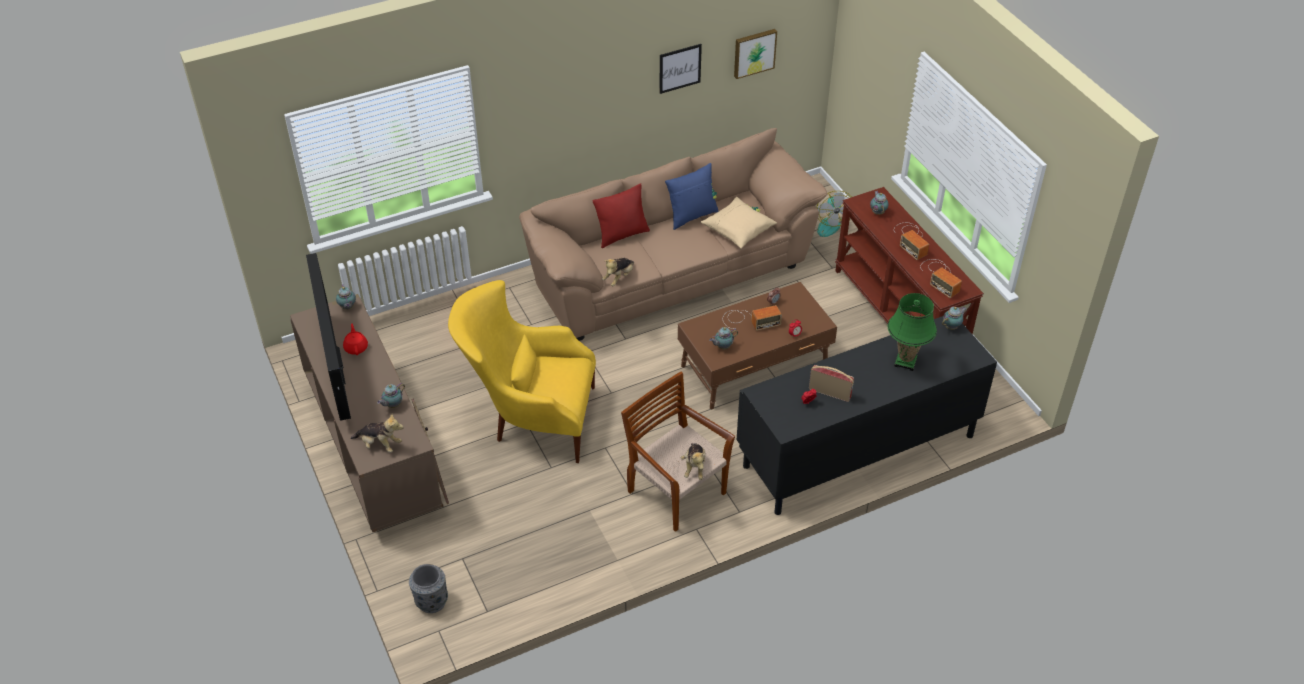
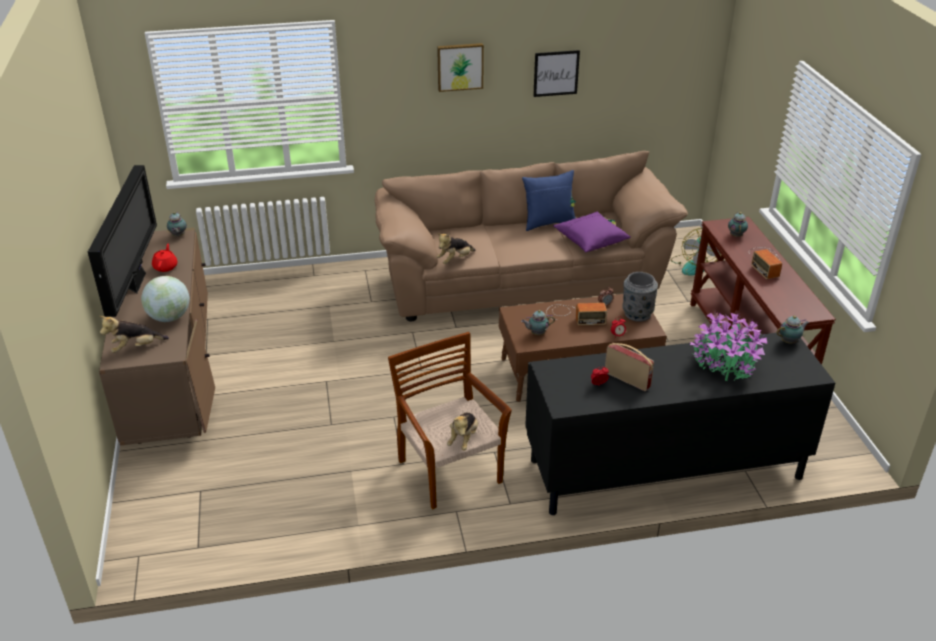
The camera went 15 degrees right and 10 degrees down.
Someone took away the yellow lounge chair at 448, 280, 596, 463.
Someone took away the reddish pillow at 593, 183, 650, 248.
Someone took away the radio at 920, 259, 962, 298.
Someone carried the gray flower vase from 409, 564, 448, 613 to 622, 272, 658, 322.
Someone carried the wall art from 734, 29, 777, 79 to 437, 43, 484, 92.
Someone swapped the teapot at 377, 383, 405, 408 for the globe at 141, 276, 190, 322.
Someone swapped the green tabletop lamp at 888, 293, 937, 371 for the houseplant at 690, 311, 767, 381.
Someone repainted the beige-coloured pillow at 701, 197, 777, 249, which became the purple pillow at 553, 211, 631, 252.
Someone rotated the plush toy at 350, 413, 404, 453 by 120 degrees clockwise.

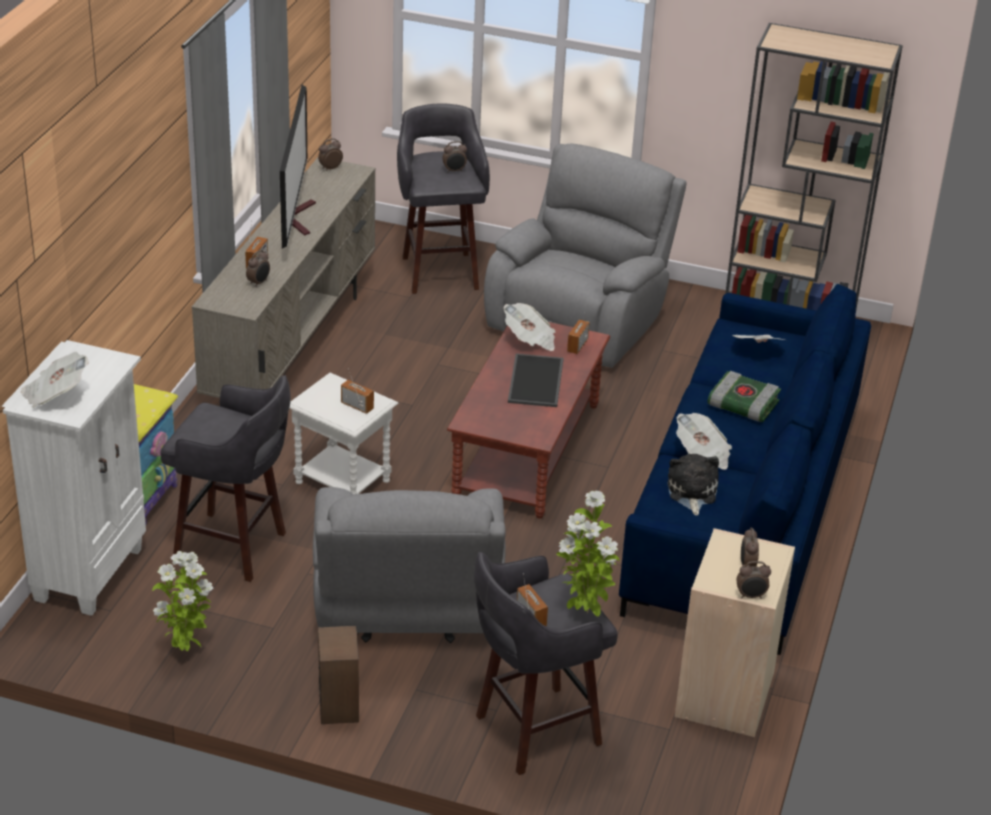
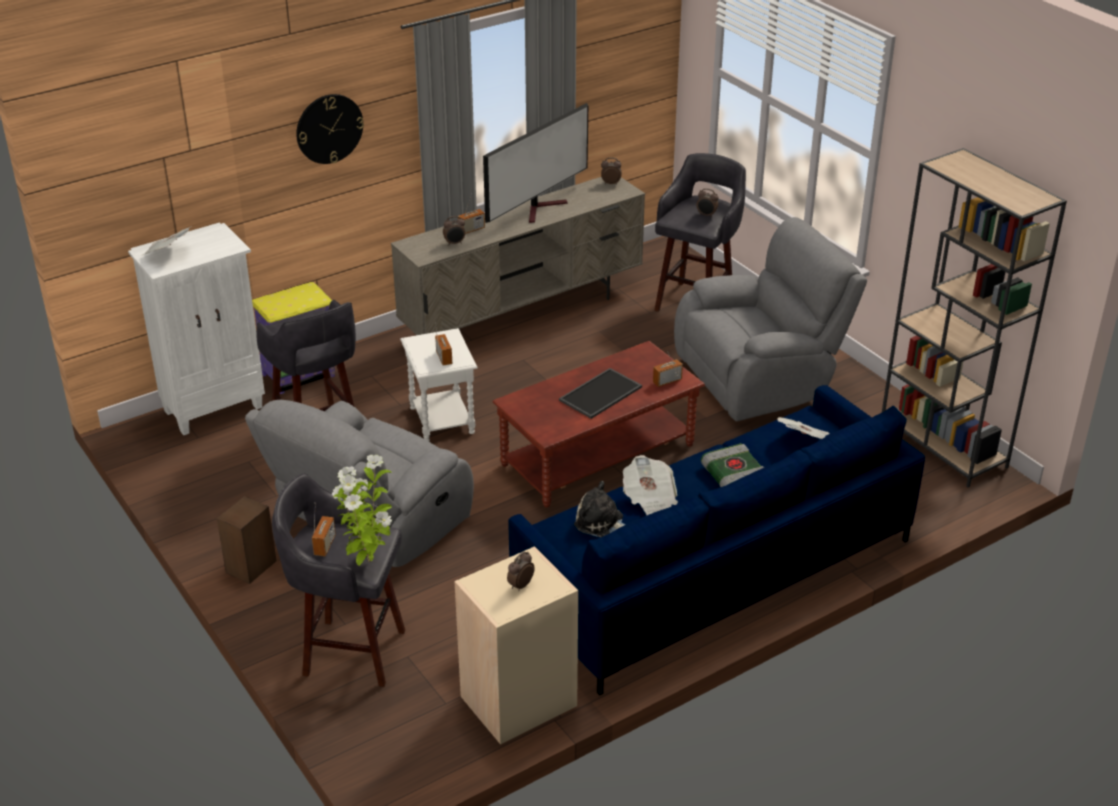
The camera went 40 degrees right and 0 degrees up.
Someone took away the houseplant at 152, 551, 214, 651.
Someone took away the printed paper at 504, 303, 555, 351.
Someone took away the bedside clock at 736, 561, 771, 599.
Someone put up the hanging clock at 296, 94, 364, 164.
Someone rotated the plush toy at 667, 454, 719, 516 by 105 degrees counterclockwise.

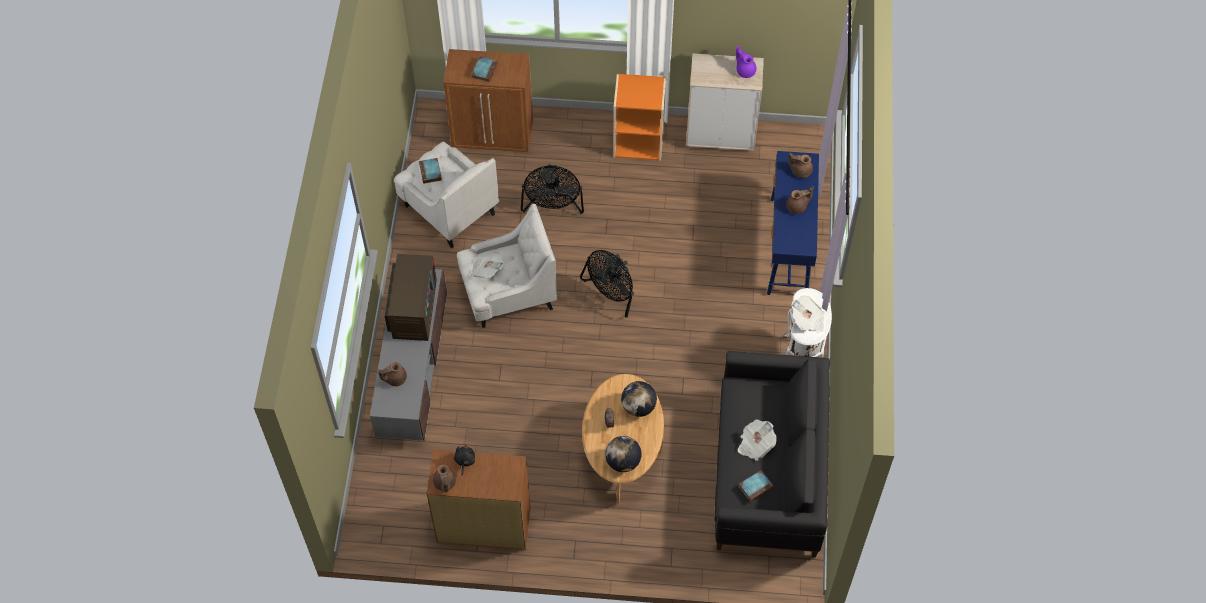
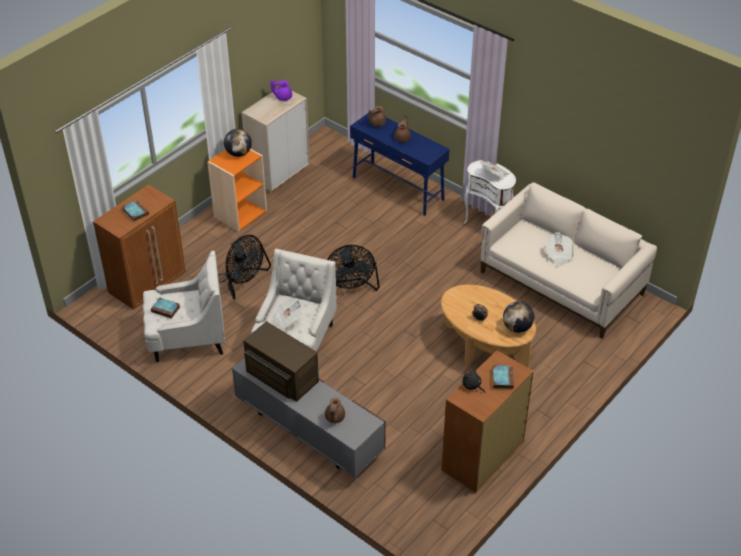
The camera went 55 degrees left and 15 degrees down.
Someone took away the brown-coloured teapot at 433, 464, 456, 492.
Someone carried the globe from 621, 381, 657, 417 to 224, 129, 252, 157.
Someone carried the volume from 739, 470, 774, 502 to 492, 365, 514, 389.
Someone repainted the black sofa at 715, 351, 830, 558, which became the beige-coloured sofa at 481, 182, 657, 338.

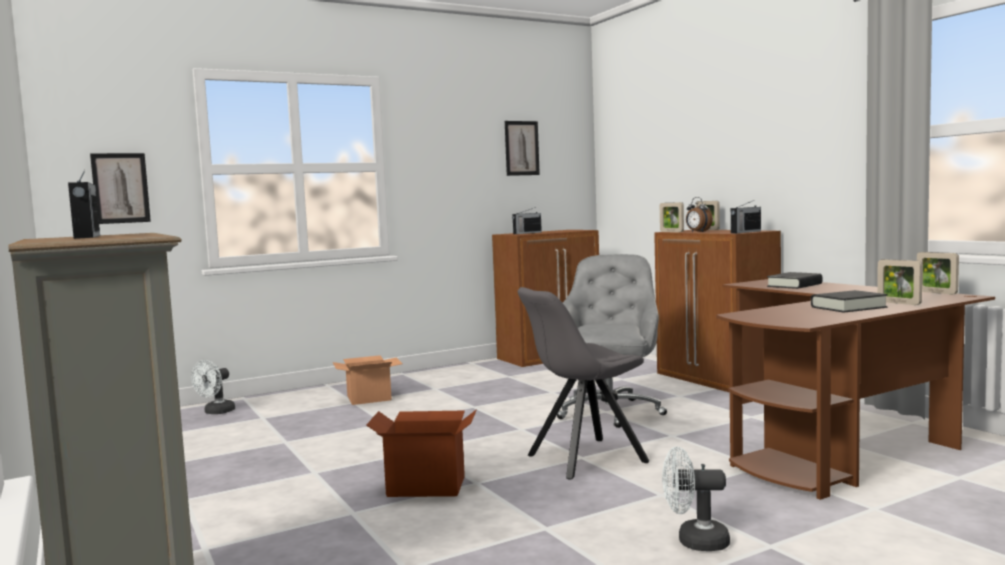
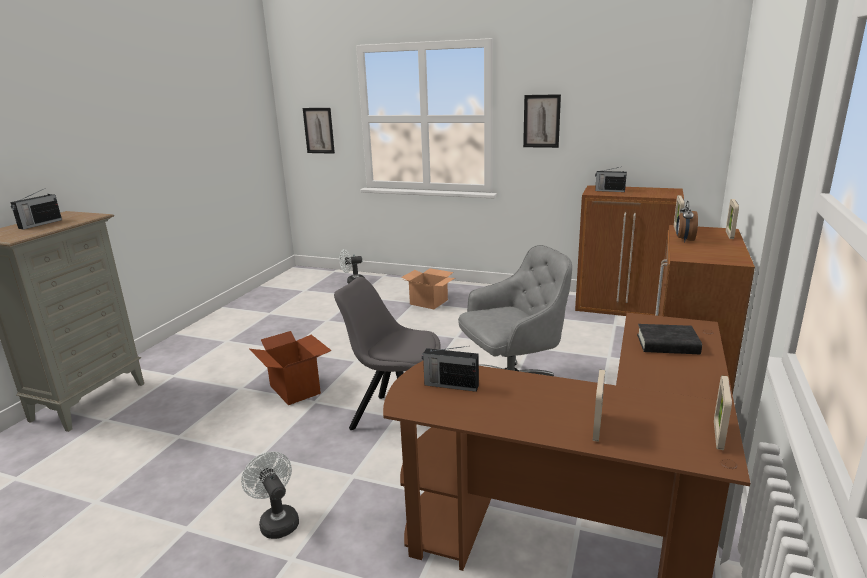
The camera went 50 degrees right and 15 degrees up.
Someone took away the black volume at 811, 290, 888, 313.
Someone carried the wall art from 505, 121, 540, 176 to 523, 94, 561, 148.
Someone carried the radio from 731, 200, 761, 233 to 422, 346, 479, 392.

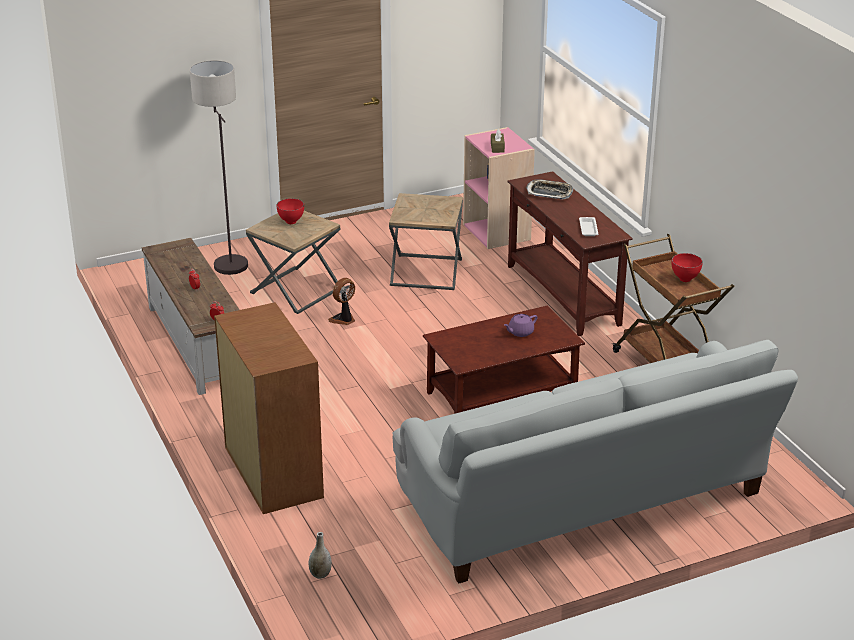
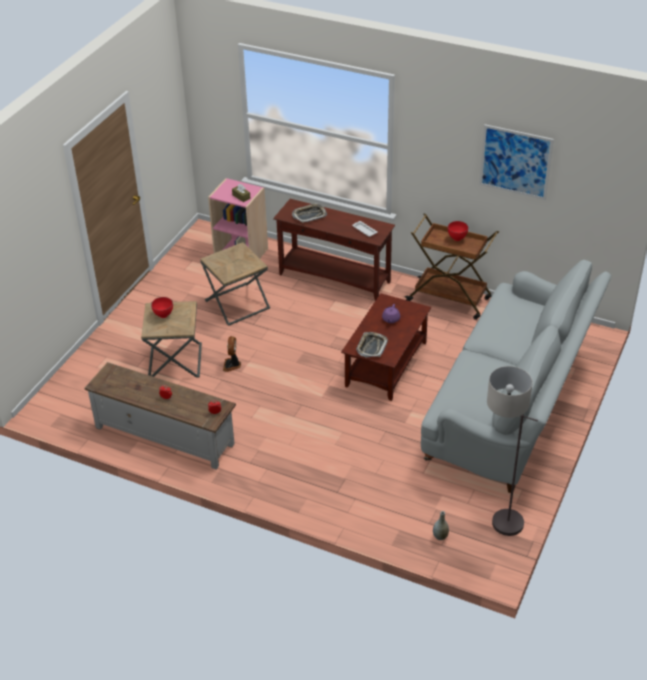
The camera went 40 degrees left and 10 degrees up.
Someone took away the brown-coloured storage cabinet at 214, 302, 324, 514.
Someone put down the tray at 356, 332, 388, 358.
Someone put up the wall art at 479, 124, 554, 200.
Someone carried the gray floor lamp from 190, 60, 248, 275 to 487, 366, 538, 536.

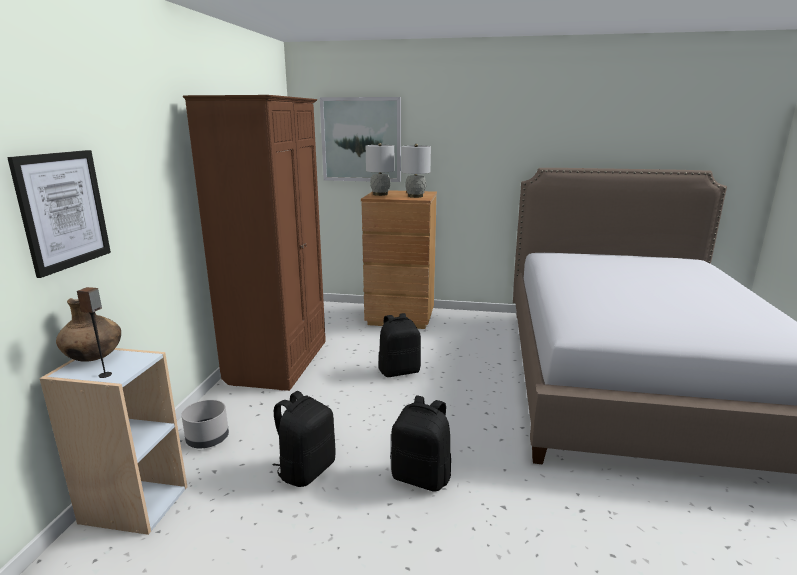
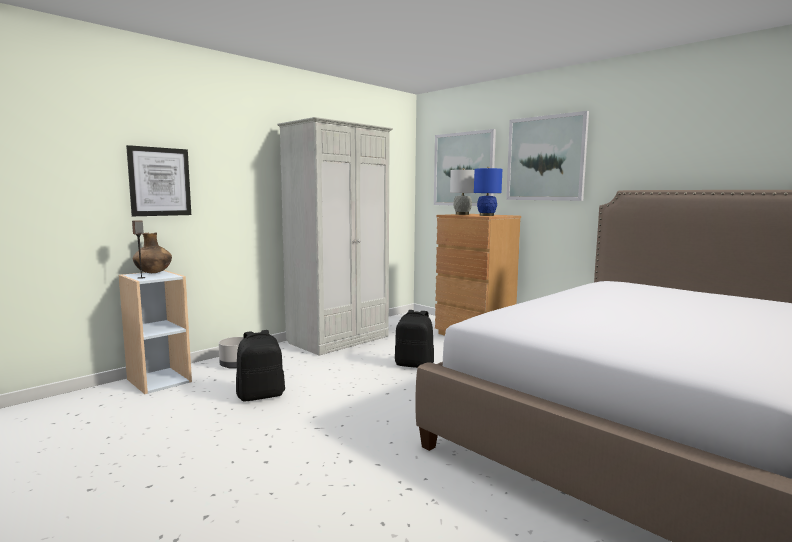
The camera went 35 degrees right and 10 degrees down.
Someone took away the black backpack at 390, 396, 451, 492.
Someone put up the wall art at 506, 111, 589, 201.
Someone repainted the brown-coloured clothes cupboard at 183, 95, 326, 391, which became the white clothes cupboard at 277, 117, 393, 356.
Someone repainted the white tabletop lamp at 401, 144, 431, 198, which became the blue tabletop lamp at 474, 167, 502, 216.

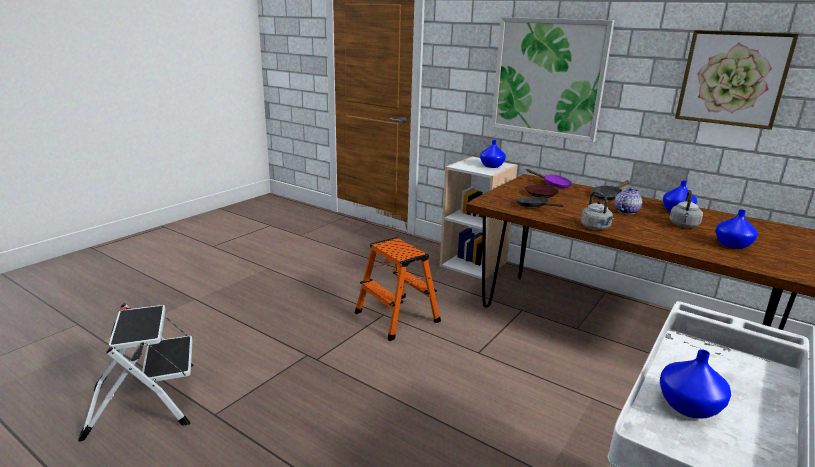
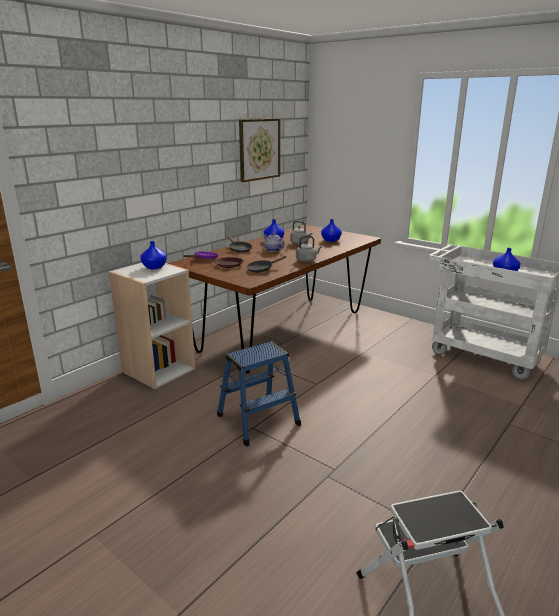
The camera went 85 degrees left and 0 degrees up.
Someone took away the wall art at 491, 17, 615, 142.
Someone repainted the orange-coloured step ladder at 355, 237, 441, 341, which became the blue step ladder at 217, 341, 301, 447.

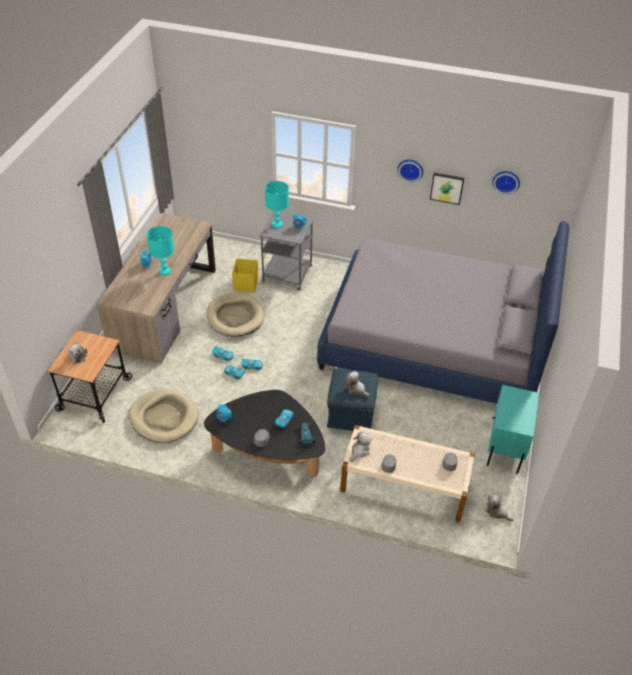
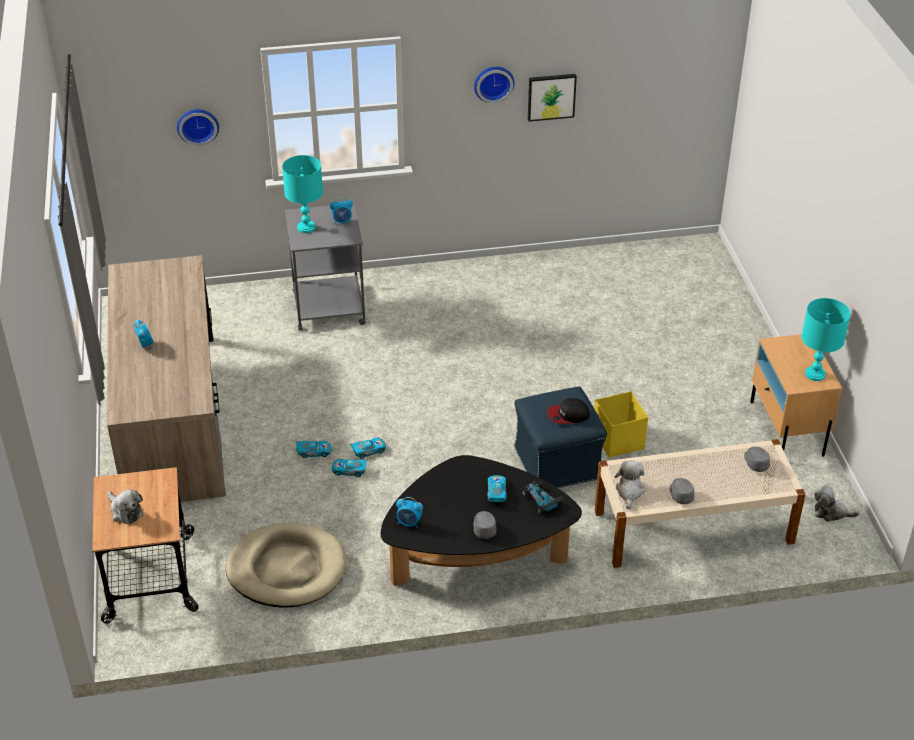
The camera went 25 degrees left and 5 degrees down.
Someone took away the beige-coloured dog cushion at 207, 293, 265, 336.
Someone took away the gray bedroom bed at 317, 221, 569, 404.
Someone carried the turquoise-coloured tabletop lamp from 146, 226, 174, 275 to 801, 298, 850, 381.
Someone carried the yellow storage container from 232, 258, 258, 293 to 595, 391, 648, 457.
Someone carried the hanging clock from 492, 171, 520, 195 to 177, 109, 219, 146.
Someone swapped the plush toy at 345, 371, 370, 397 for the baseball cap at 547, 398, 590, 424.
Someone repainted the turquoise-coloured bedside table at 487, 385, 539, 474, which became the beige-coloured bedside table at 750, 334, 842, 457.

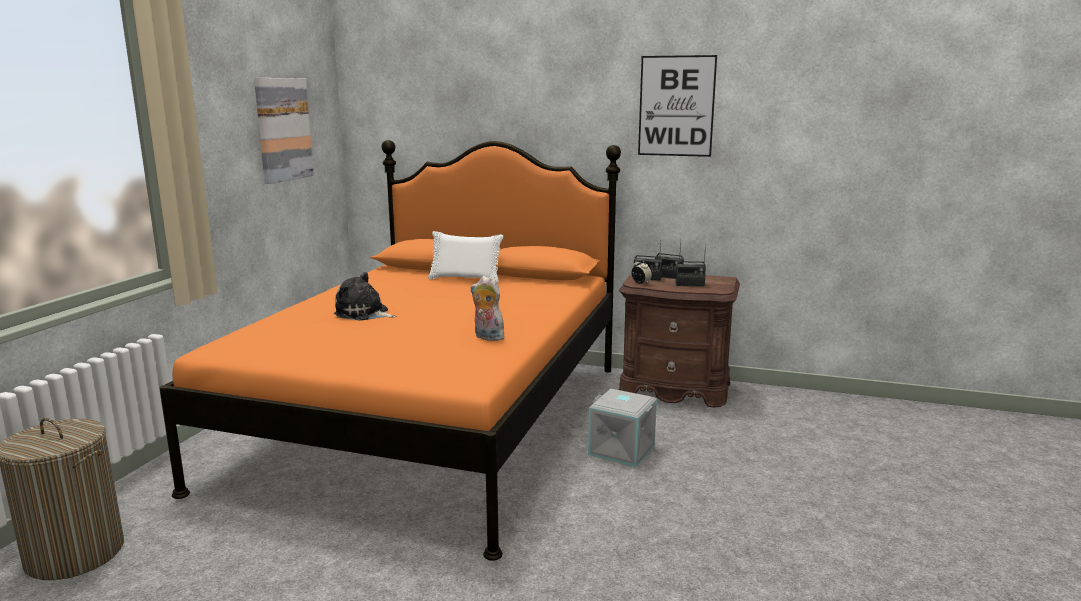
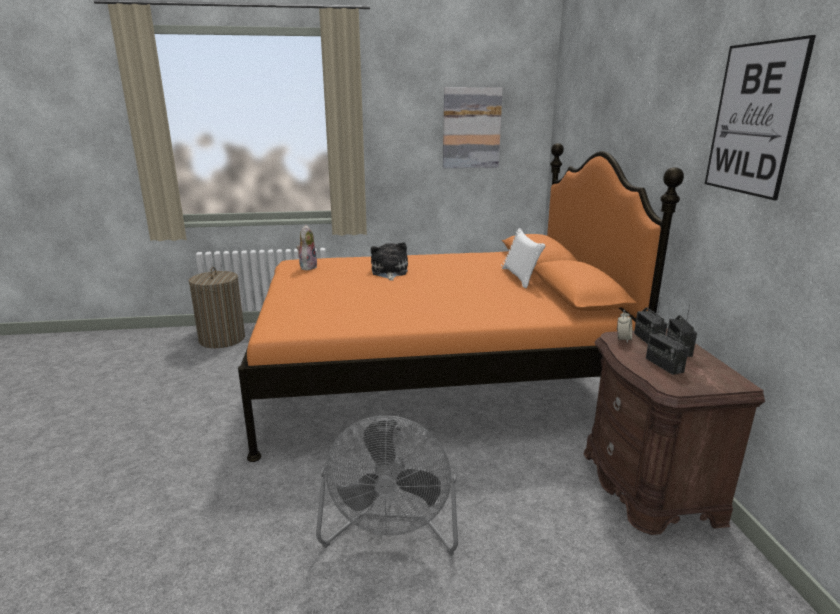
The camera went 65 degrees right and 5 degrees up.
Someone took away the gray storage container at 588, 389, 657, 467.
Someone put down the gray electric fan at 316, 415, 458, 556.
Someone carried the plush toy from 471, 276, 505, 341 to 297, 225, 317, 270.

